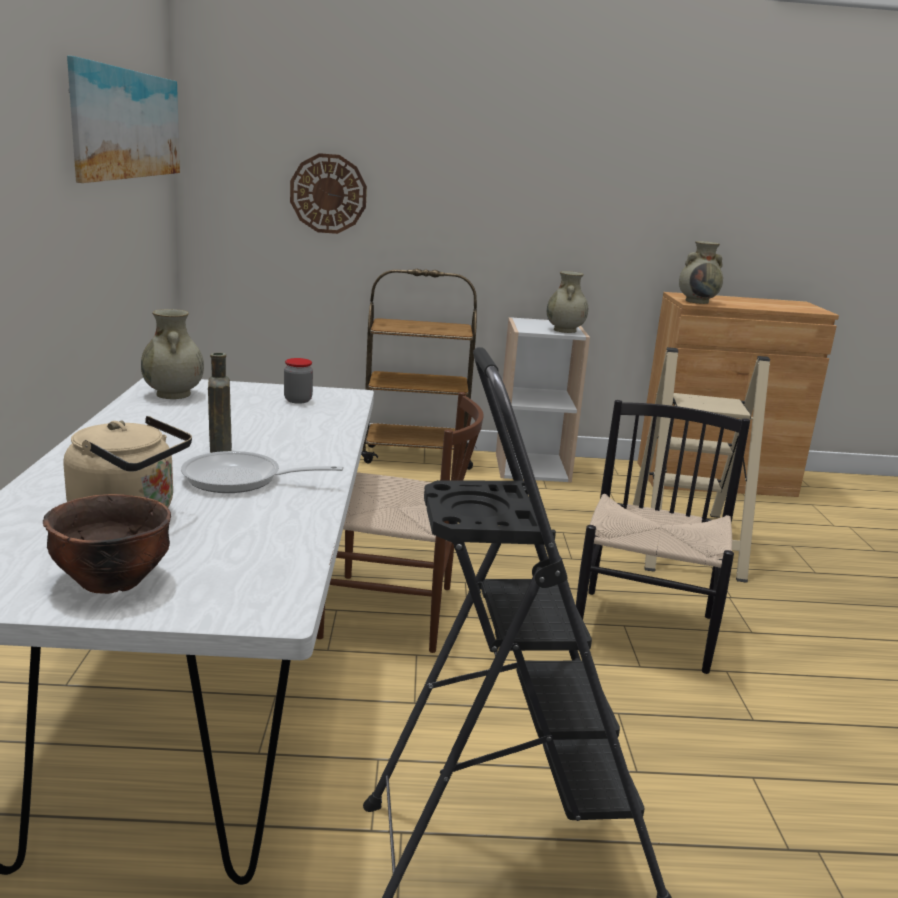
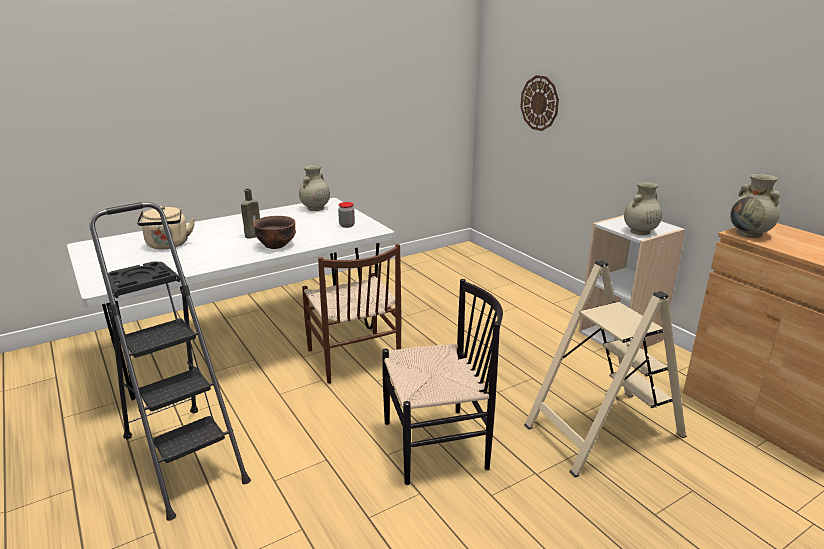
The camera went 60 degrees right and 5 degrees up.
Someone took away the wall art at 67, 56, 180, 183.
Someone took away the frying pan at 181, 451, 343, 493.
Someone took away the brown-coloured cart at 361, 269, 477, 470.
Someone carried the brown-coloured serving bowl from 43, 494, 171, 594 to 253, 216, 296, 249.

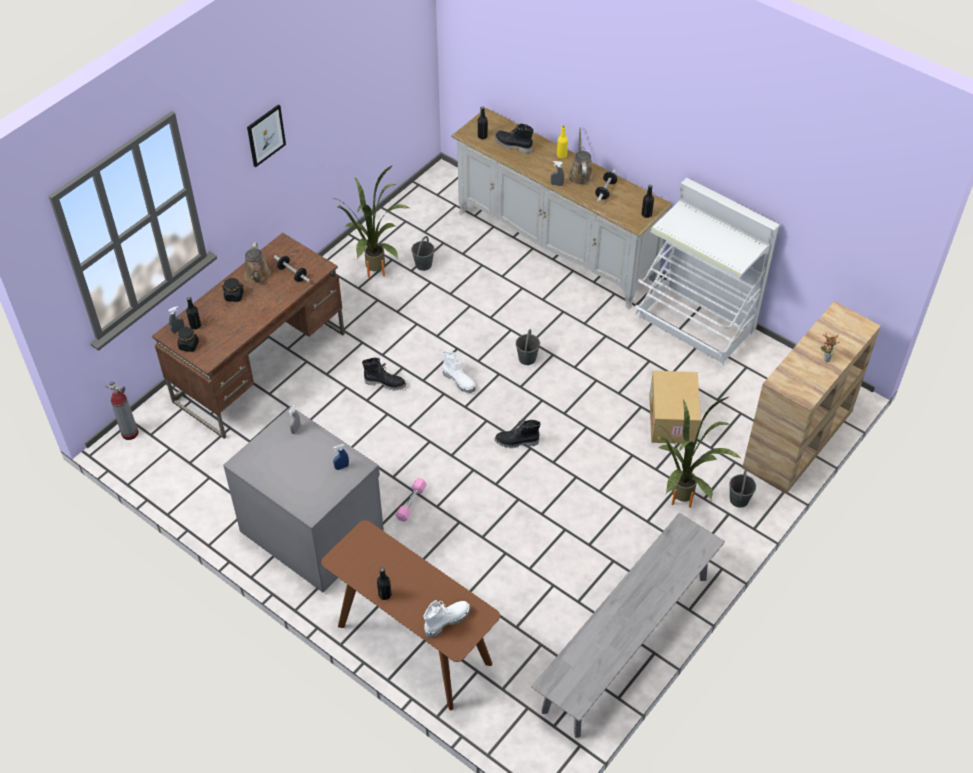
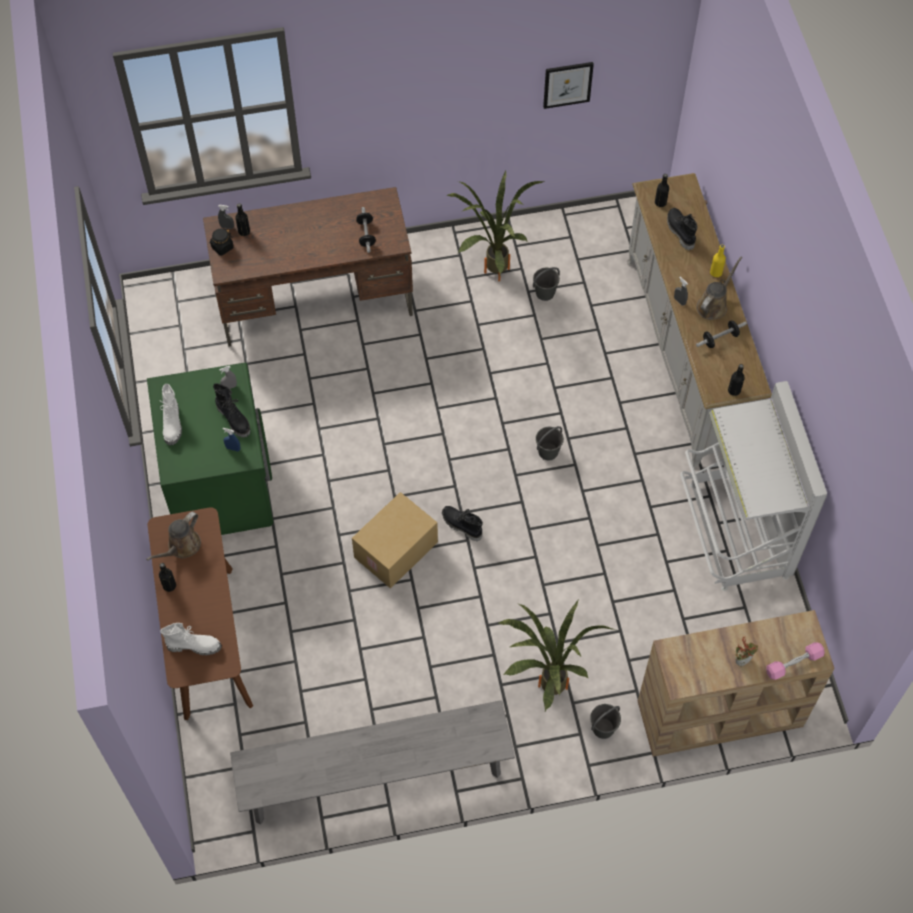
The camera went 40 degrees right and 10 degrees up.
Someone took away the fire extinguisher at 105, 381, 139, 440.
Someone took away the black preserve jar at 222, 278, 244, 302.
Someone carried the brown-coloured watering pot from 244, 242, 271, 284 to 146, 511, 201, 561.
Someone carried the wall art from 247, 104, 286, 167 to 543, 62, 594, 109.
Someone carried the black high-top boot from 362, 358, 406, 390 to 213, 383, 251, 438.
Someone carried the pink hand weight from 395, 478, 427, 522 to 766, 642, 825, 680.
Someone carried the white high-top boot from 442, 351, 475, 393 to 159, 384, 182, 445.
Someone carried the carton from 649, 371, 701, 444 to 352, 492, 438, 588.
Someone repainted the gray laundry machine at 223, 407, 384, 593, which became the green laundry machine at 147, 363, 273, 535.

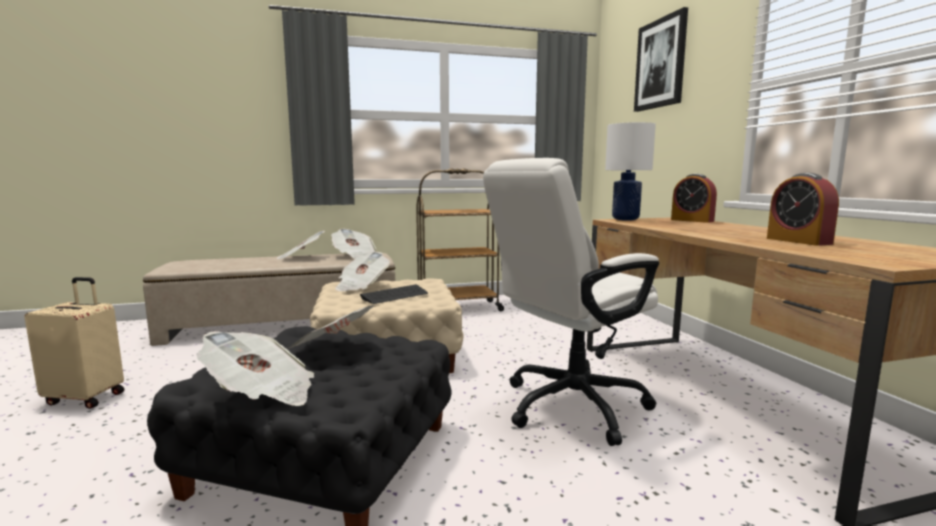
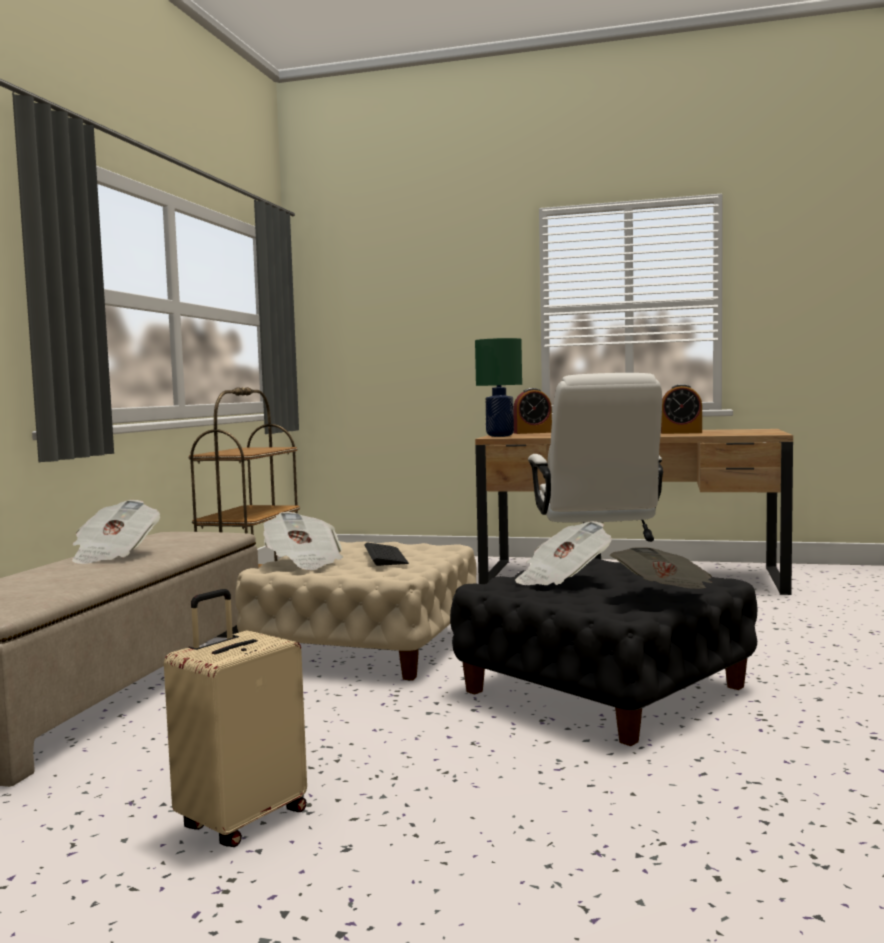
The camera went 60 degrees left and 5 degrees down.
Someone took away the printed paper at 331, 229, 376, 259.
Someone took away the wall art at 634, 7, 688, 112.
Someone repainted the white tabletop lamp at 605, 122, 656, 221, which became the green tabletop lamp at 475, 338, 522, 437.

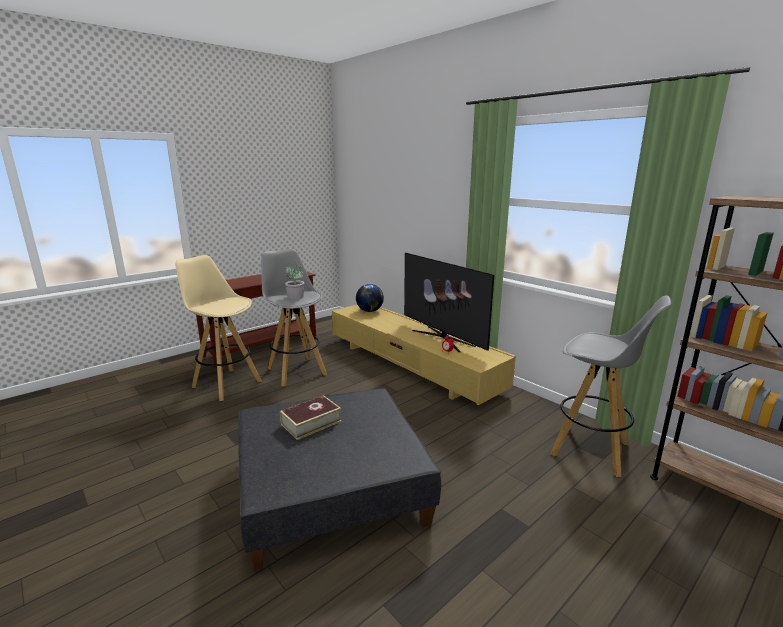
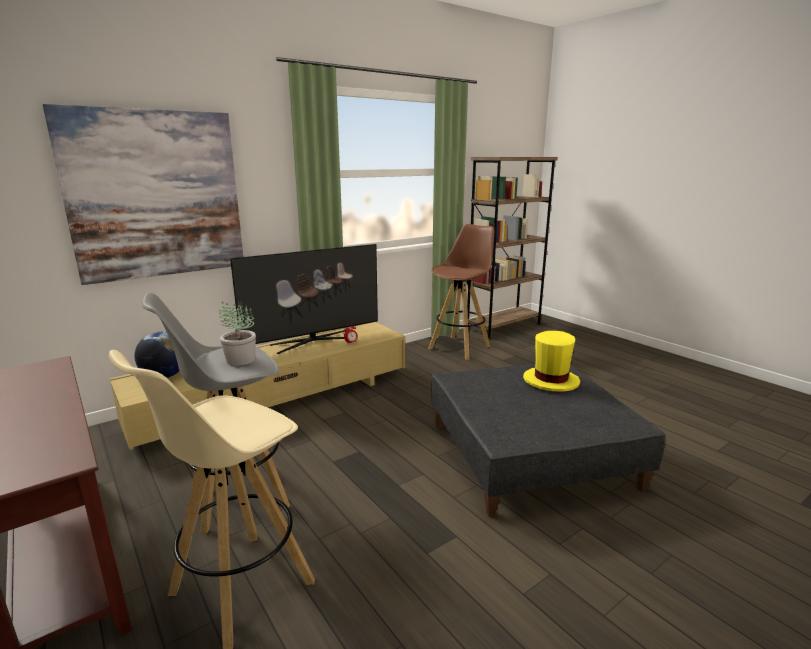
The camera went 85 degrees left and 0 degrees up.
Someone took away the volume at 280, 395, 341, 440.
Someone put up the wall art at 43, 104, 243, 285.
Someone put down the yellow hat at 523, 331, 580, 392.
Someone repainted the gray stool seat at 550, 295, 672, 477, which became the brown-coloured stool seat at 428, 224, 494, 360.

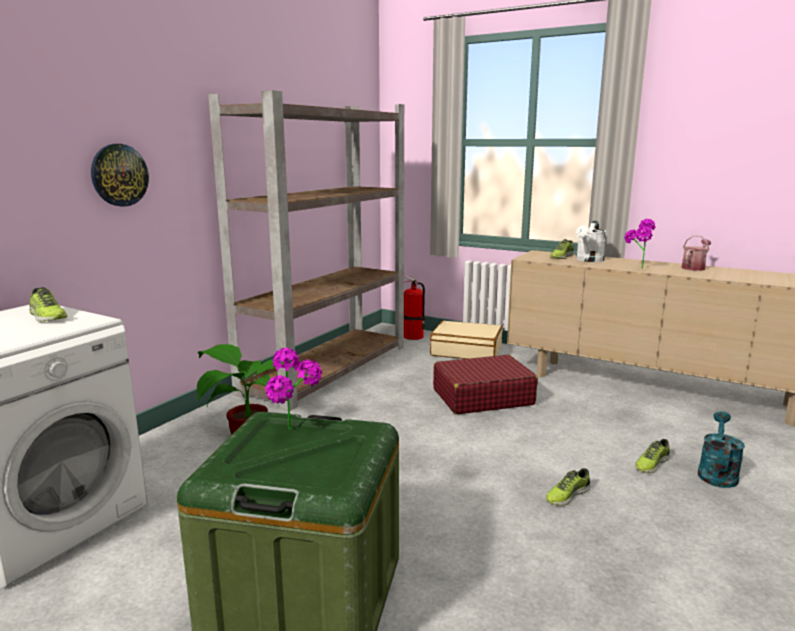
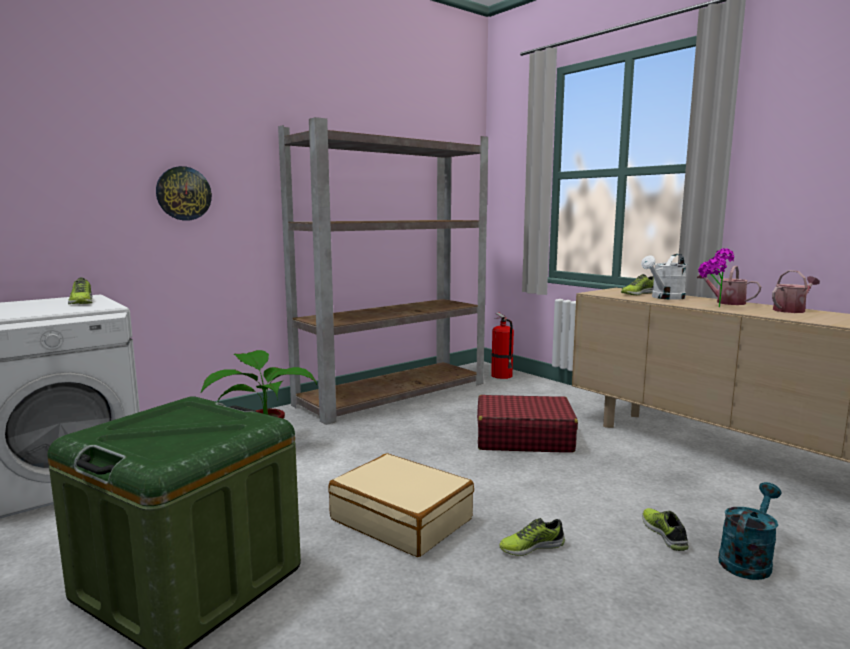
The camera went 20 degrees right and 5 degrees down.
Someone took away the houseplant at 265, 348, 322, 430.
Someone put down the watering pot at 697, 266, 761, 305.
Someone carried the beige-coloured suitcase from 430, 320, 503, 359 to 328, 454, 474, 557.
Someone rotated the shoe at 635, 439, 670, 473 by 105 degrees clockwise.

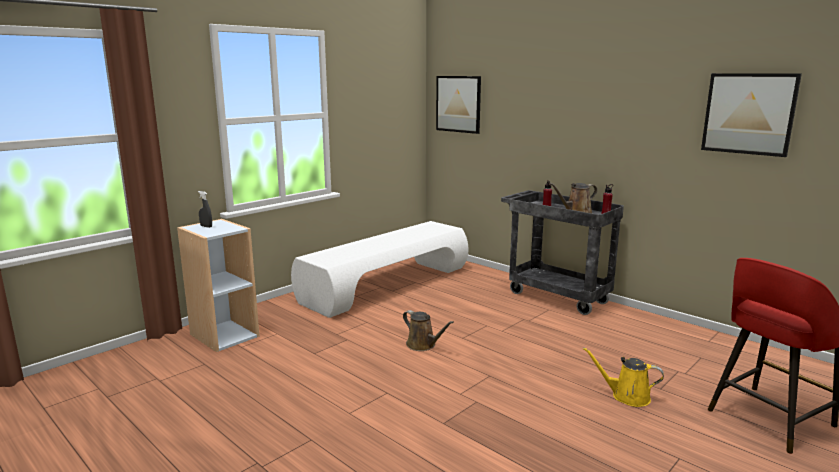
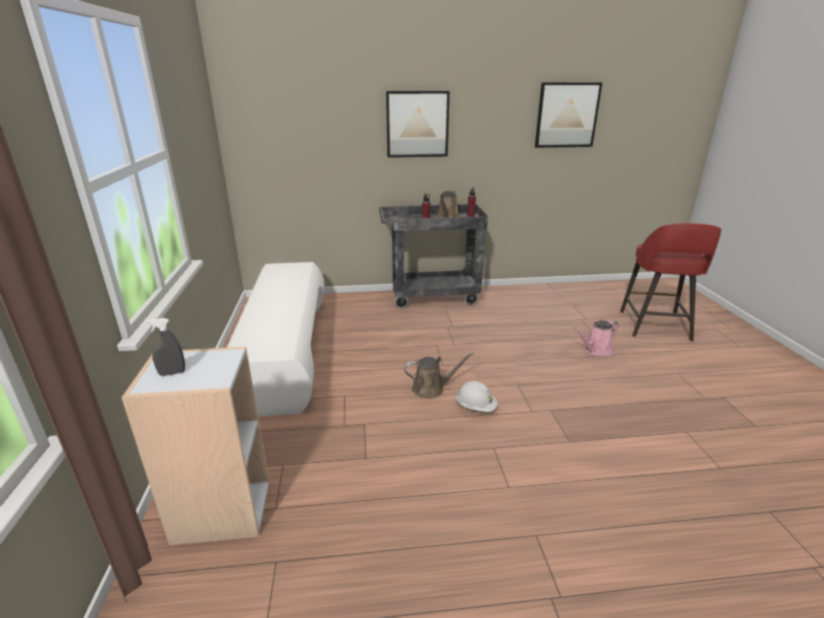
The camera went 50 degrees left and 10 degrees up.
Someone put down the white hard hat at 456, 381, 497, 412.
Someone carried the wall art from 436, 76, 481, 134 to 386, 91, 450, 158.
Someone repainted the yellow watering pot at 583, 347, 664, 407, which became the pink watering pot at 574, 320, 619, 356.

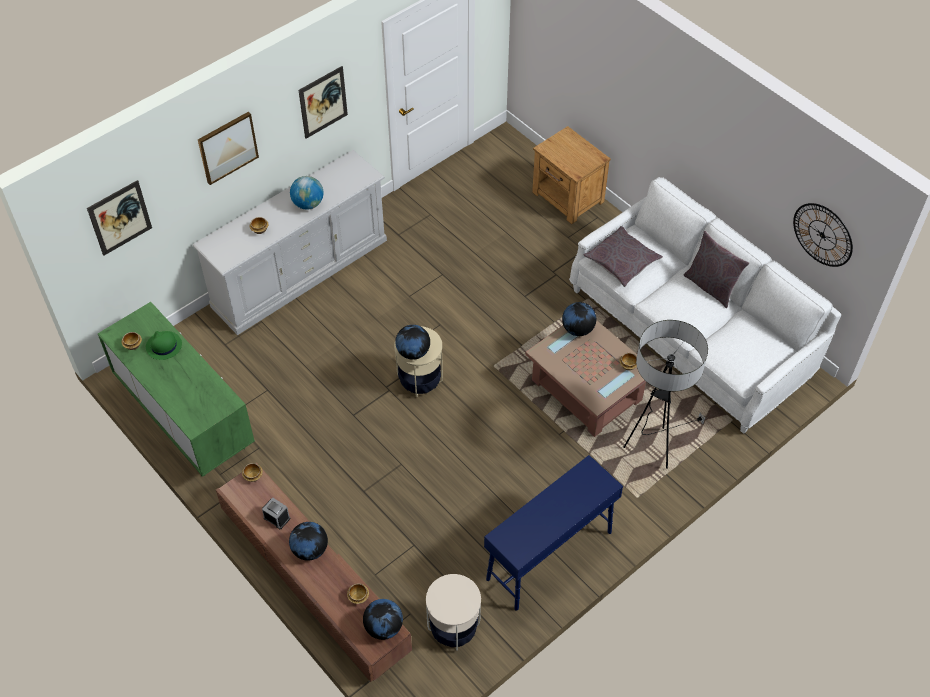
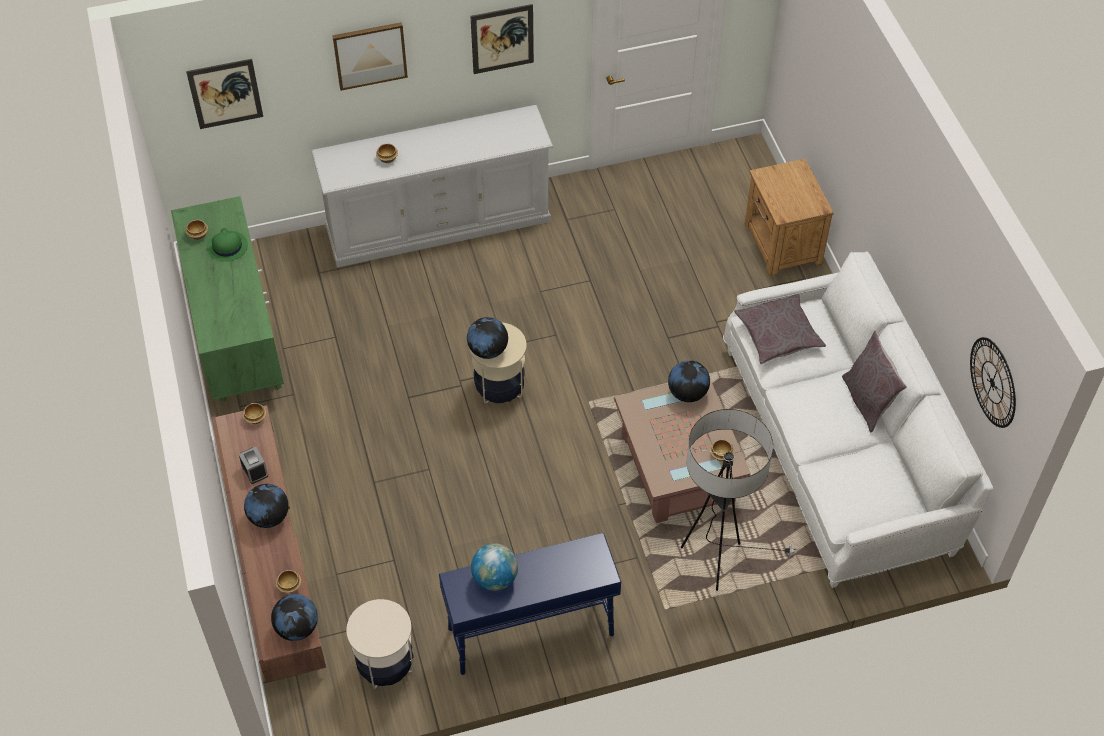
The camera went 25 degrees right and 0 degrees up.
Someone carried the globe from 290, 176, 323, 210 to 471, 543, 518, 591.

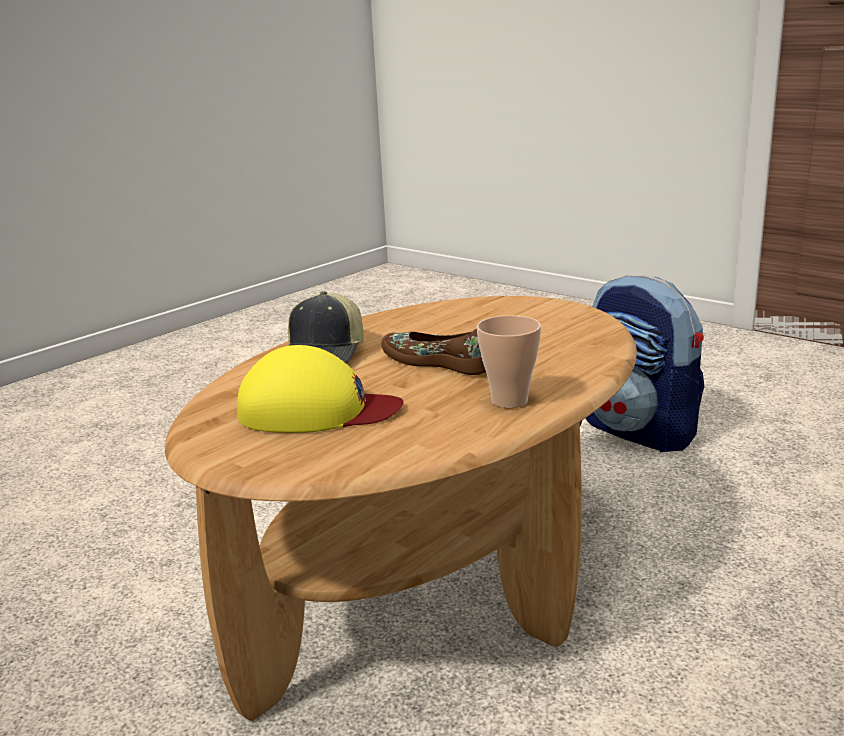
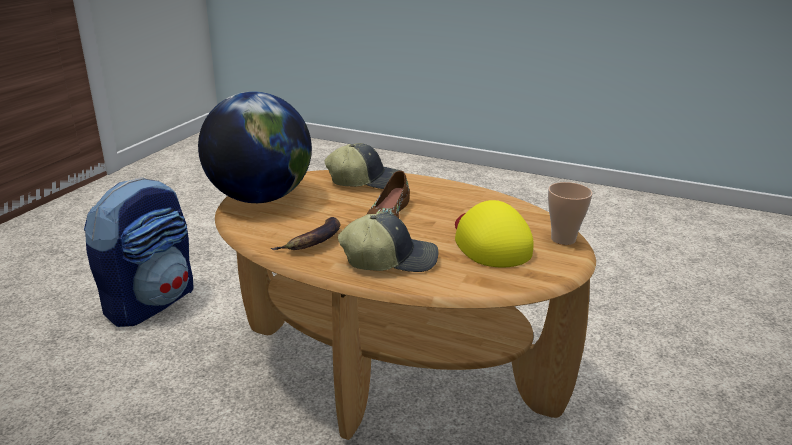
The camera went 110 degrees left and 5 degrees up.
Someone put down the globe at 198, 91, 312, 203.
Someone put down the whole banana at 271, 217, 341, 250.
Someone put down the baseball cap at 324, 143, 402, 189.
Someone carried the drinking cup from 477, 315, 541, 408 to 548, 182, 593, 245.

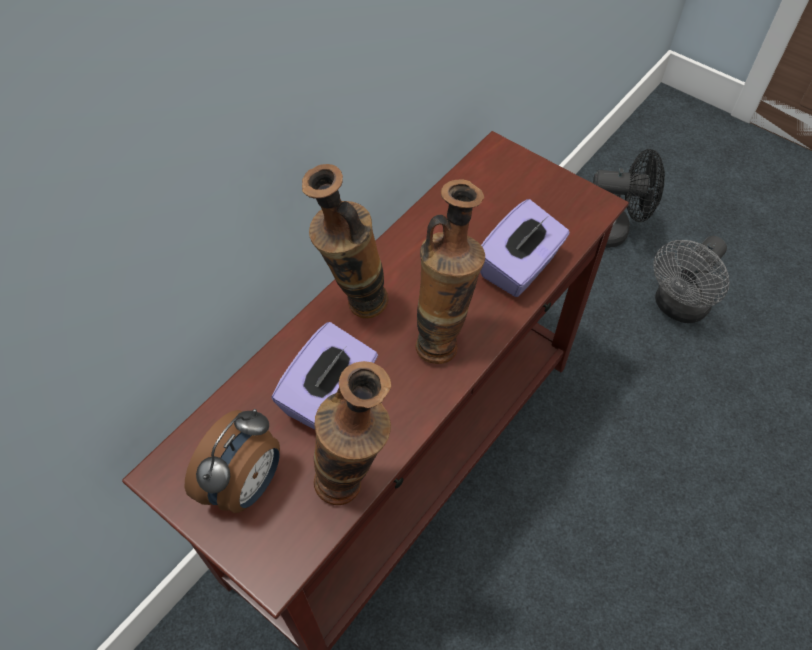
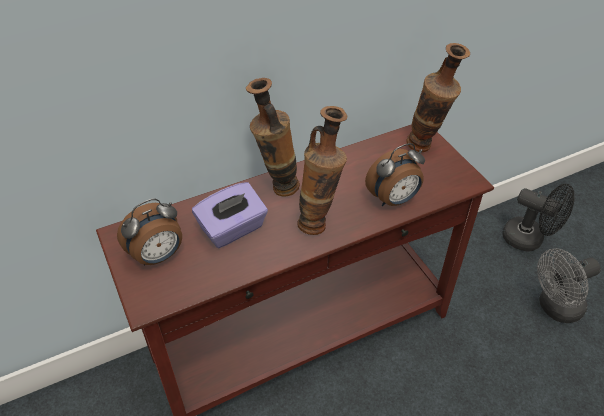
The camera went 25 degrees right and 10 degrees down.
Someone carried the flower vase from 314, 361, 391, 505 to 406, 43, 470, 152.
Someone swapped the purple tissue holder at 480, 199, 570, 297 for the bedside clock at 365, 143, 425, 206.

